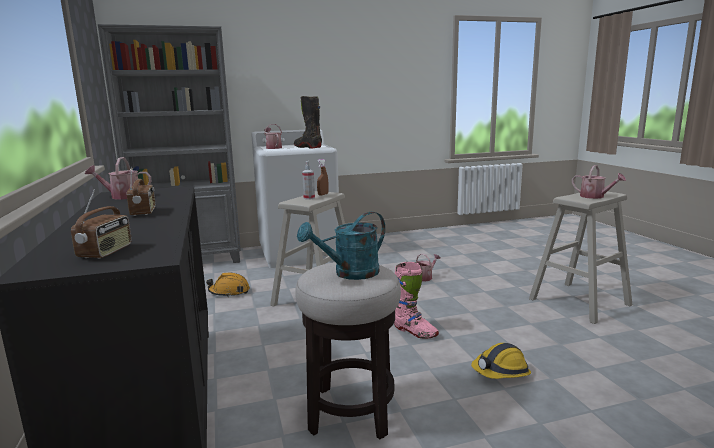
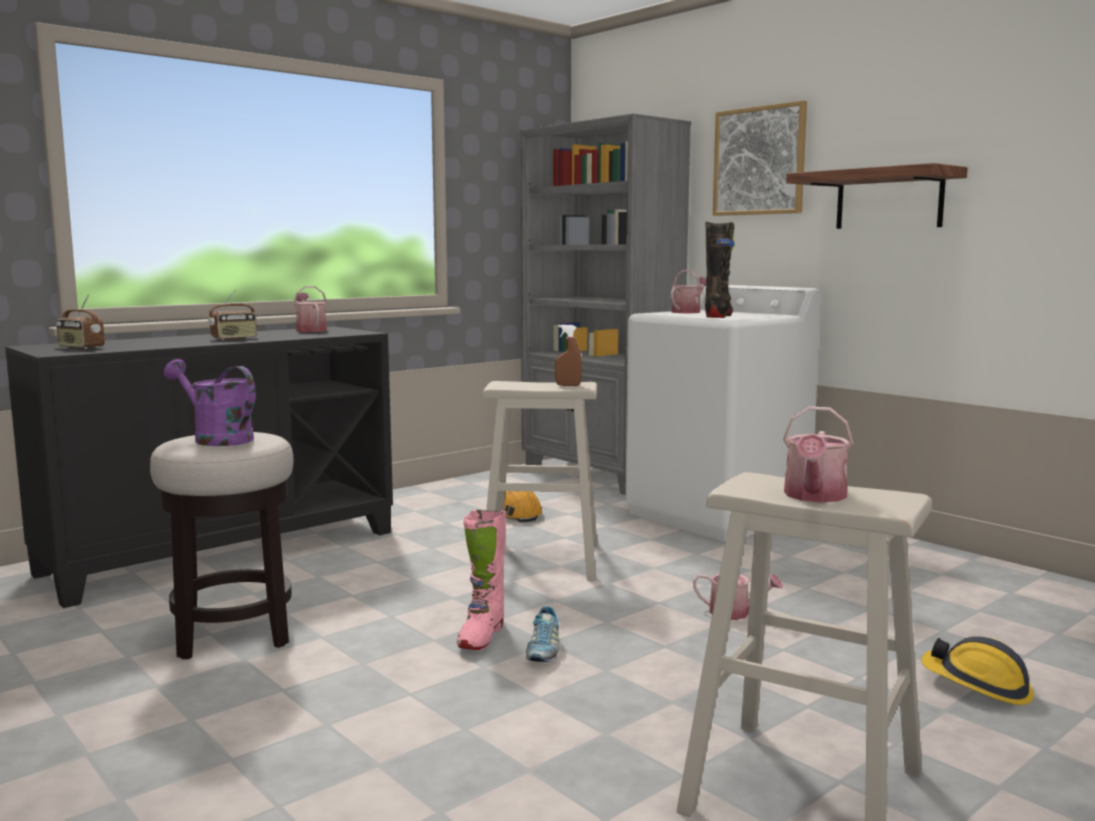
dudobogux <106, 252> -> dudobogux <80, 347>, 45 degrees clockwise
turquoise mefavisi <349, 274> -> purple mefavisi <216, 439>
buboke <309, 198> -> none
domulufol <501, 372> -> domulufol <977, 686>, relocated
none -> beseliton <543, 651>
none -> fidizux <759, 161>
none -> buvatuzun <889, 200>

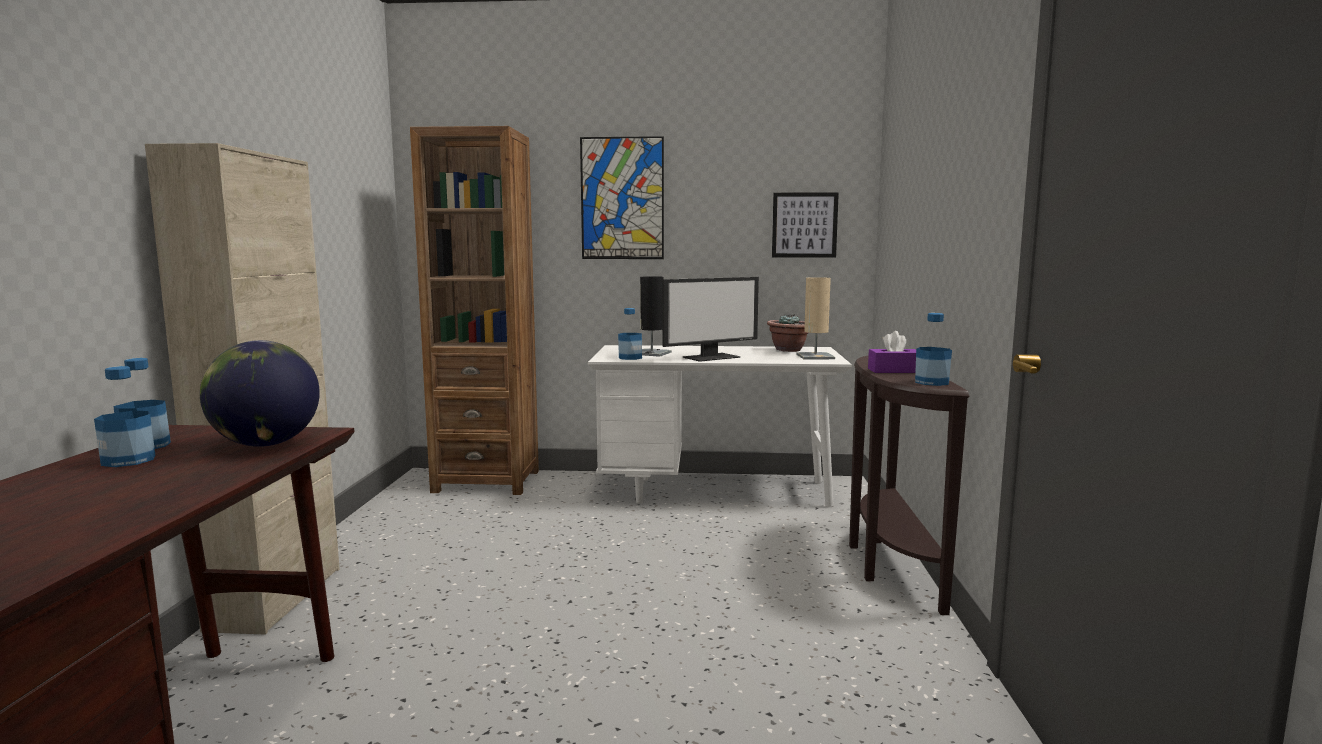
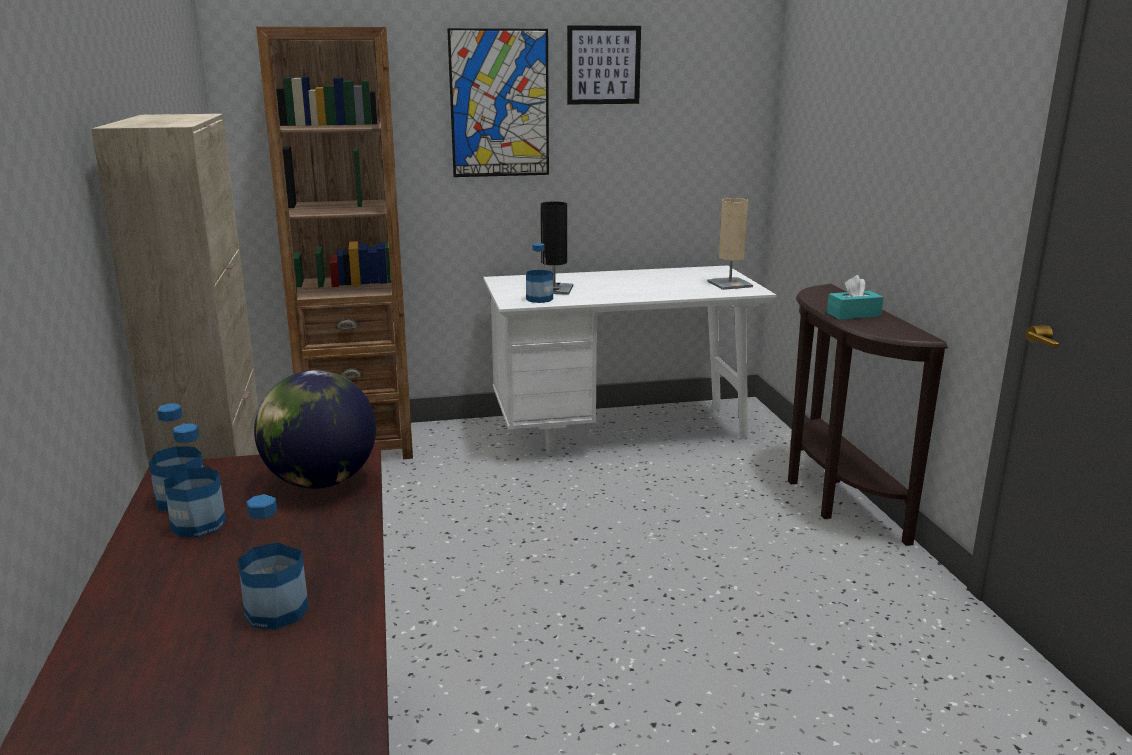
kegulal <711, 357> -> none
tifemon <789, 350> -> none
fidizux <804, 225> -> fidizux <603, 65>, relocated
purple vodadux <894, 370> -> turquoise vodadux <853, 314>
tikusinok <932, 382> -> tikusinok <276, 611>, relocated

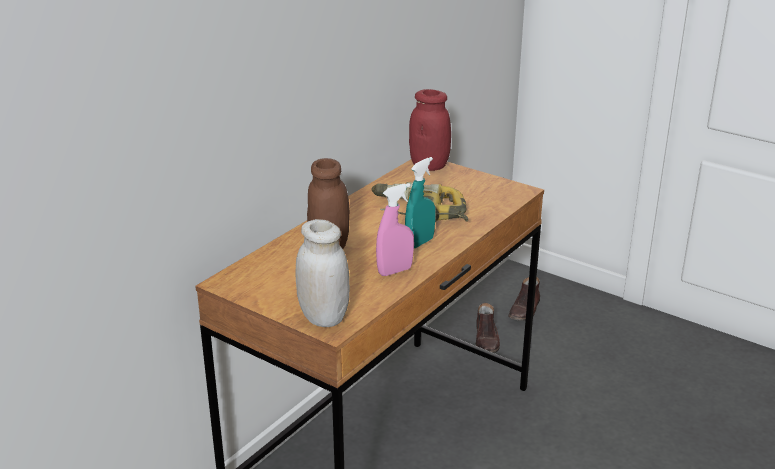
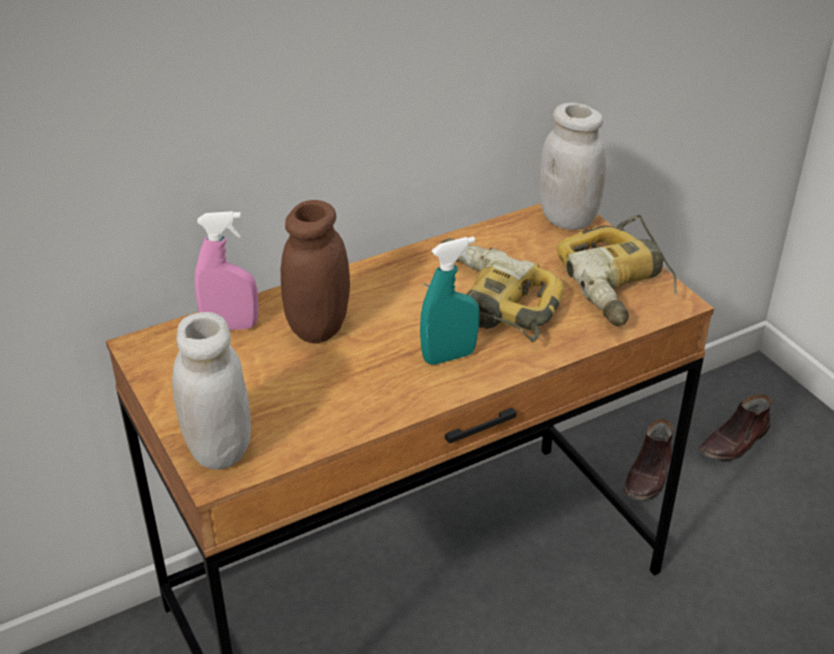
pink buboke <395, 271> -> pink buboke <231, 326>, relocated
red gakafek <429, 166> -> white gakafek <568, 219>
none -> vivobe <621, 283>

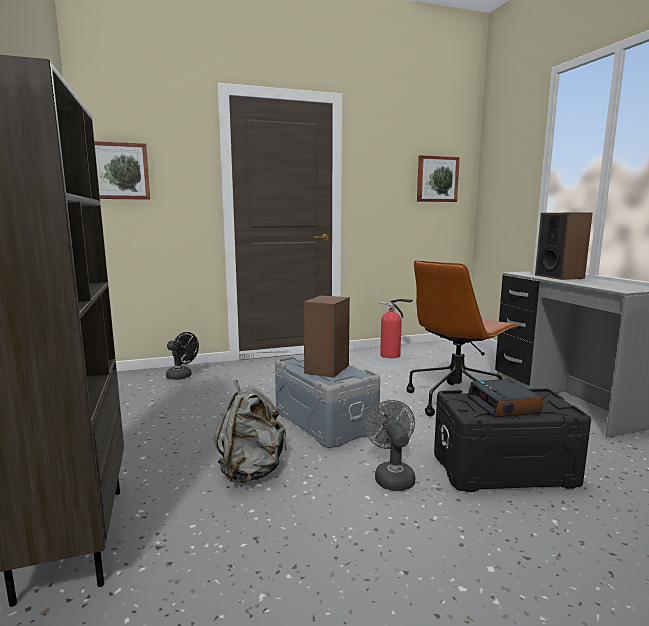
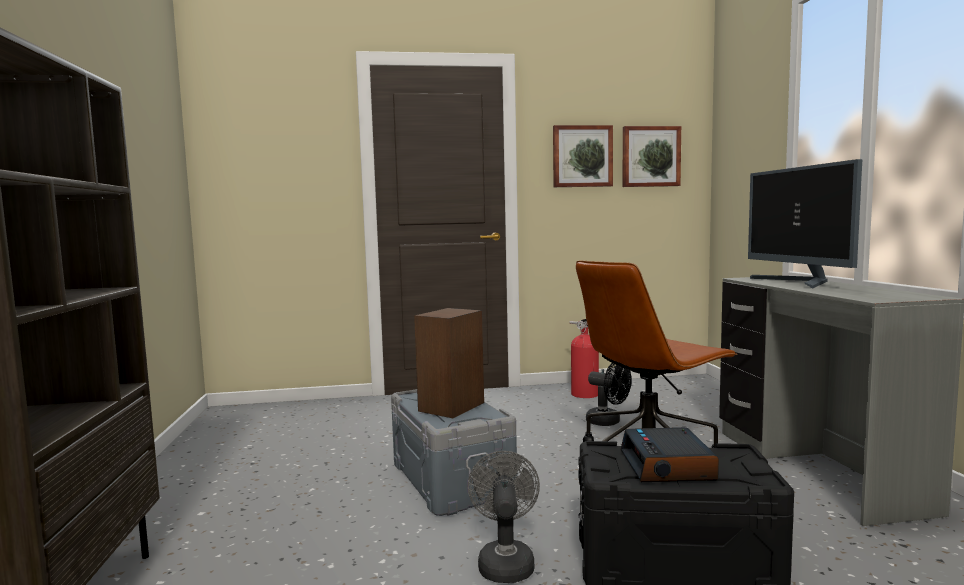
fidizux <119, 171> -> fidizux <582, 156>, relocated
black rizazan <182, 376> -> black rizazan <608, 422>, relocated
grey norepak <252, 471> -> none
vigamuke <559, 276> -> kegulal <799, 282>

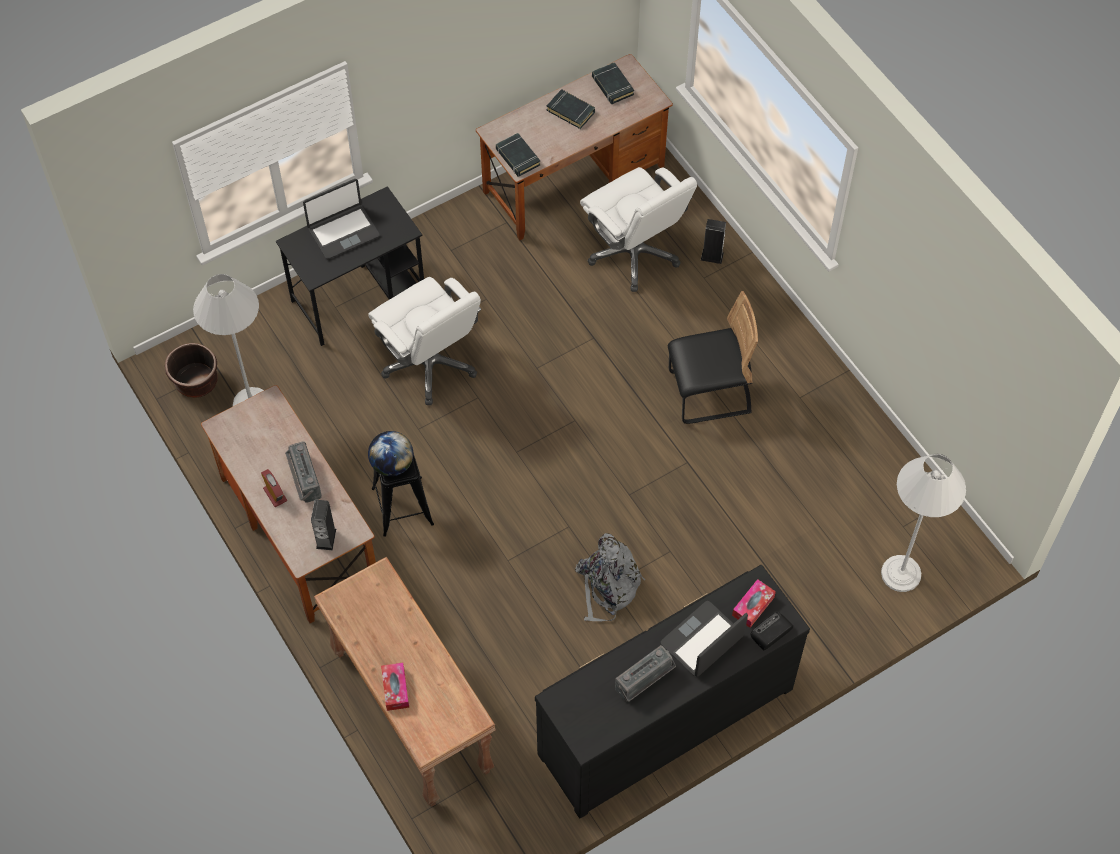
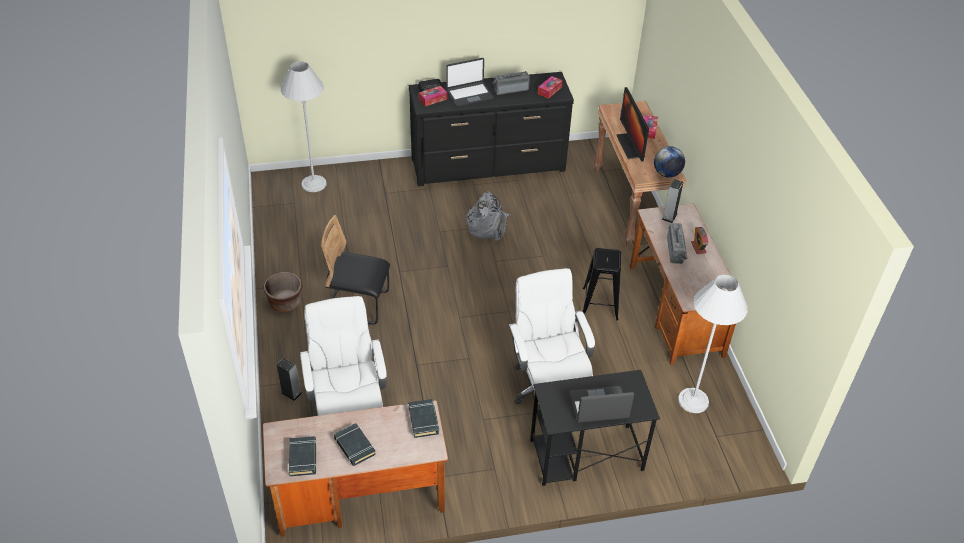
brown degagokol <196, 382> -> brown degagokol <285, 302>, relocated
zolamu <392, 464> -> zolamu <667, 174>, relocated
none -> vodadux <549, 90>
none -> kegulal <630, 146>

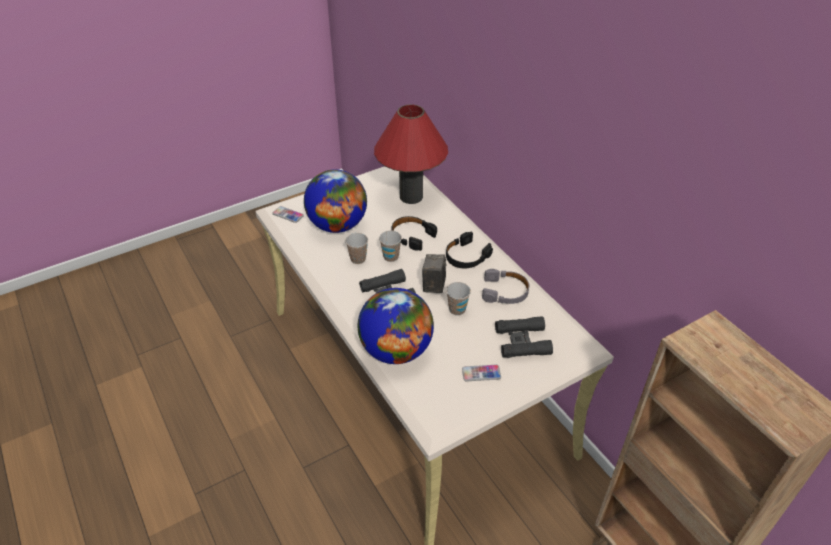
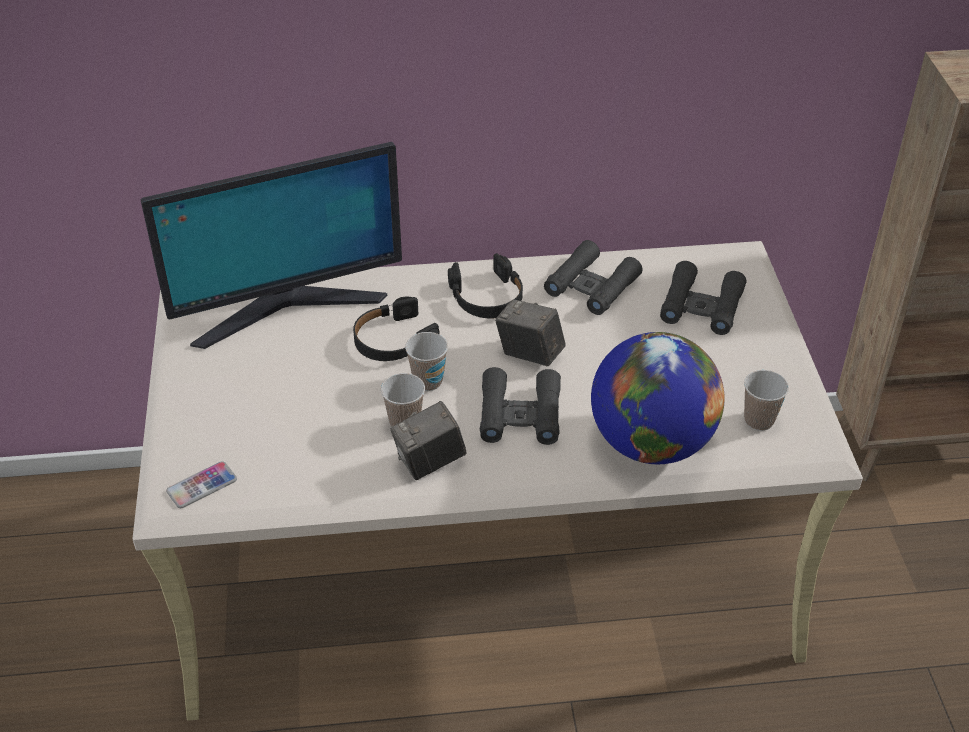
zolamu <337, 225> -> none
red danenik <411, 196> -> kegulal <286, 307>
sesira <457, 309> -> sesira <759, 420>, relocated
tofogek <481, 373> -> none
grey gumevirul <505, 292> -> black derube <592, 286>
none -> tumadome <430, 462>

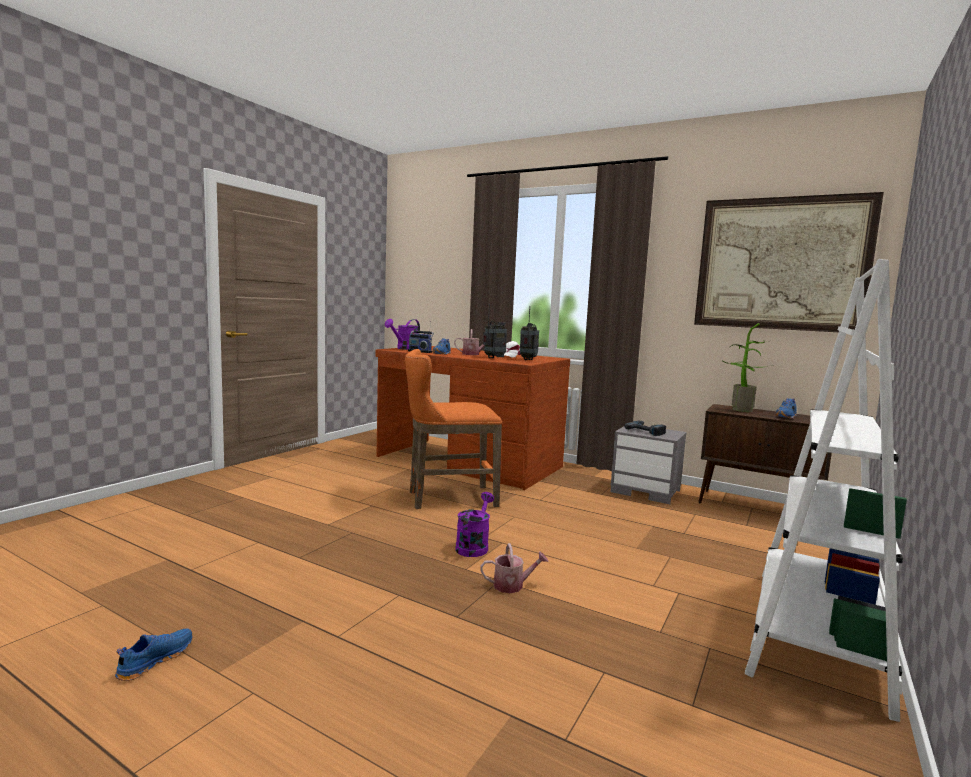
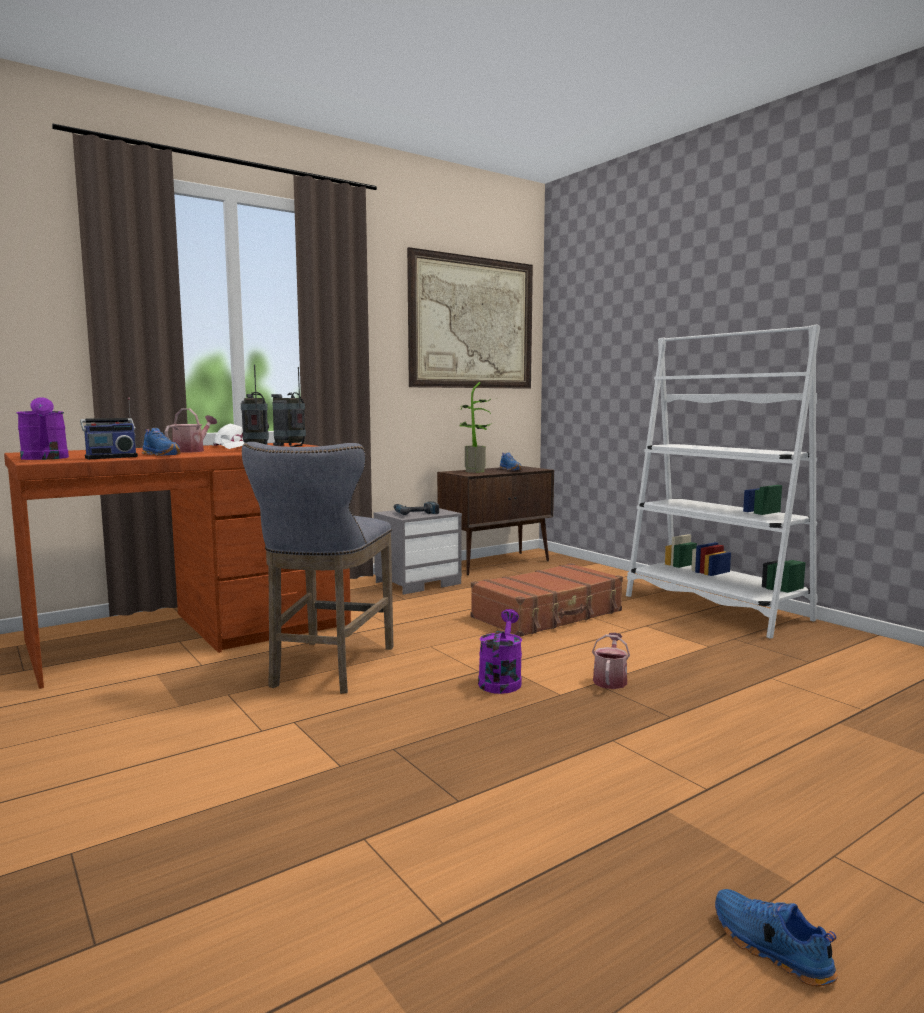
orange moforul <447, 498> -> grey moforul <328, 669>
purple mefavisi <473, 546> -> purple mefavisi <501, 680>, 60 degrees clockwise
none -> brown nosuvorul <548, 615>

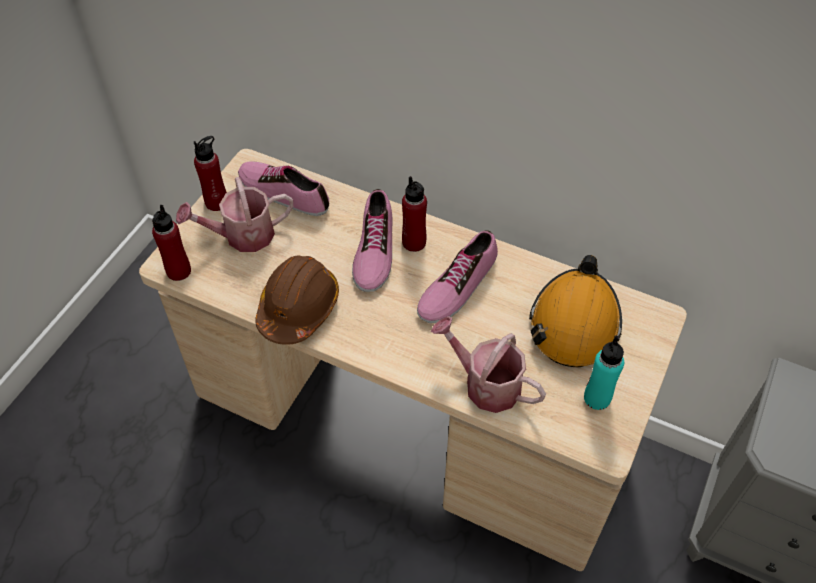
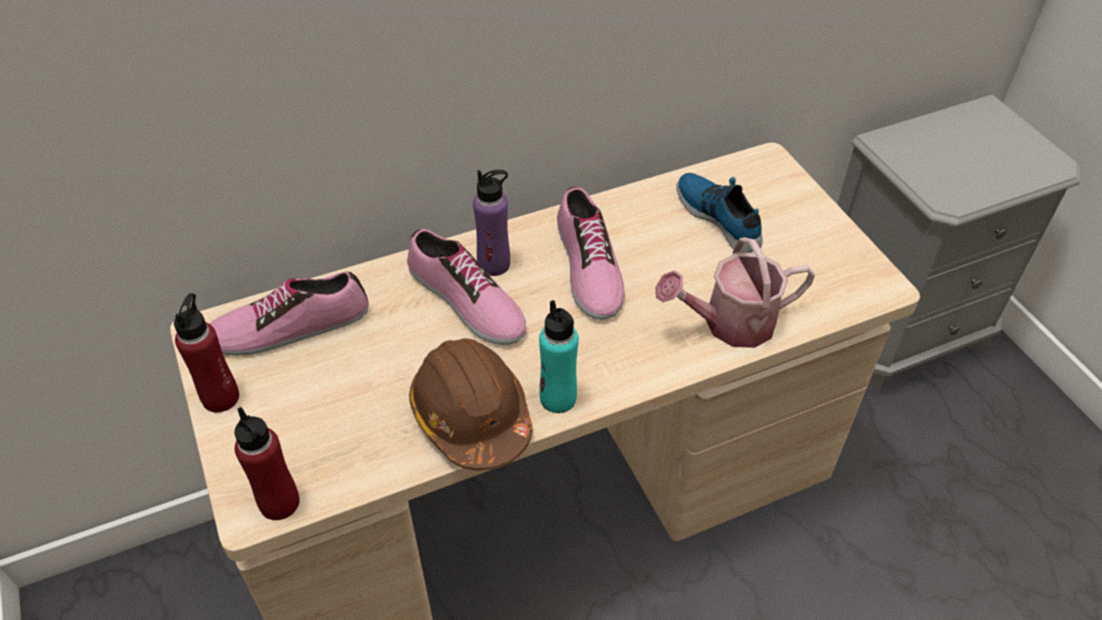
mefavisi <242, 236> -> none
red tikusinok <414, 242> -> purple tikusinok <494, 264>
orange domulufol <574, 323> -> beseliton <719, 217>
turquoise tikusinok <597, 398> -> turquoise tikusinok <558, 398>, relocated

